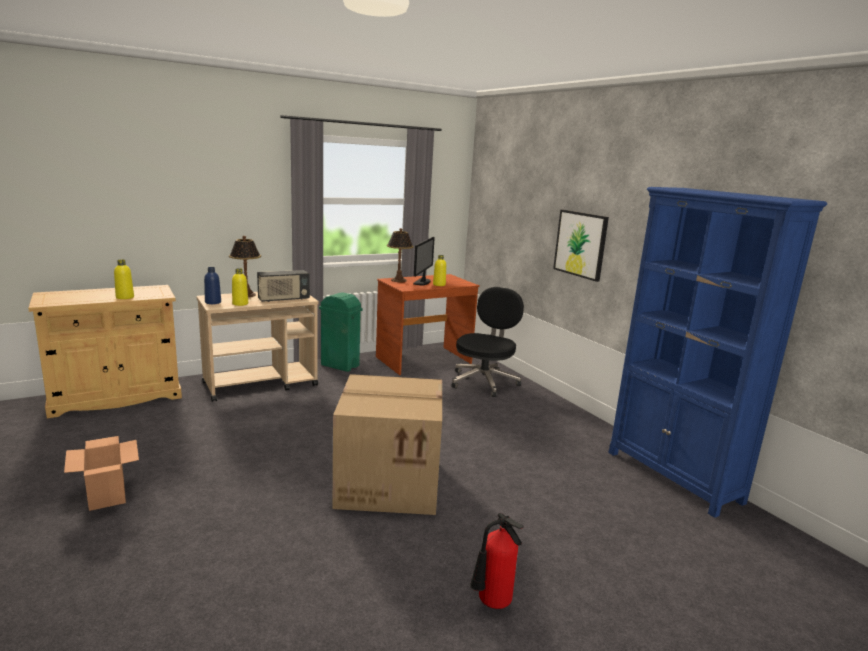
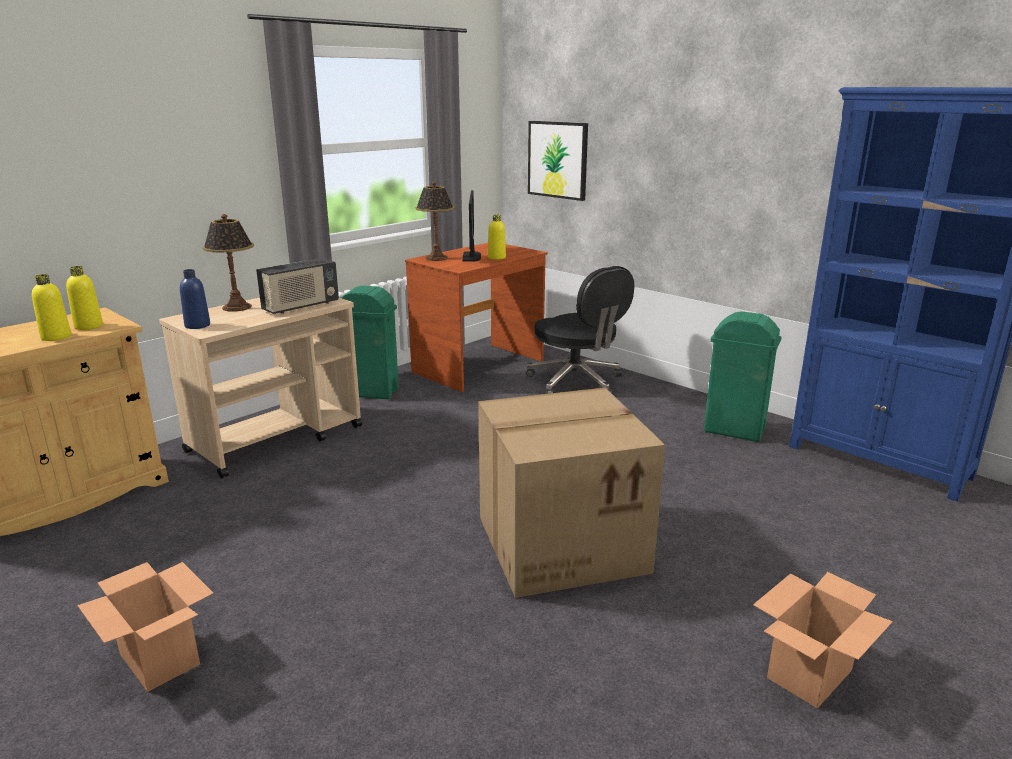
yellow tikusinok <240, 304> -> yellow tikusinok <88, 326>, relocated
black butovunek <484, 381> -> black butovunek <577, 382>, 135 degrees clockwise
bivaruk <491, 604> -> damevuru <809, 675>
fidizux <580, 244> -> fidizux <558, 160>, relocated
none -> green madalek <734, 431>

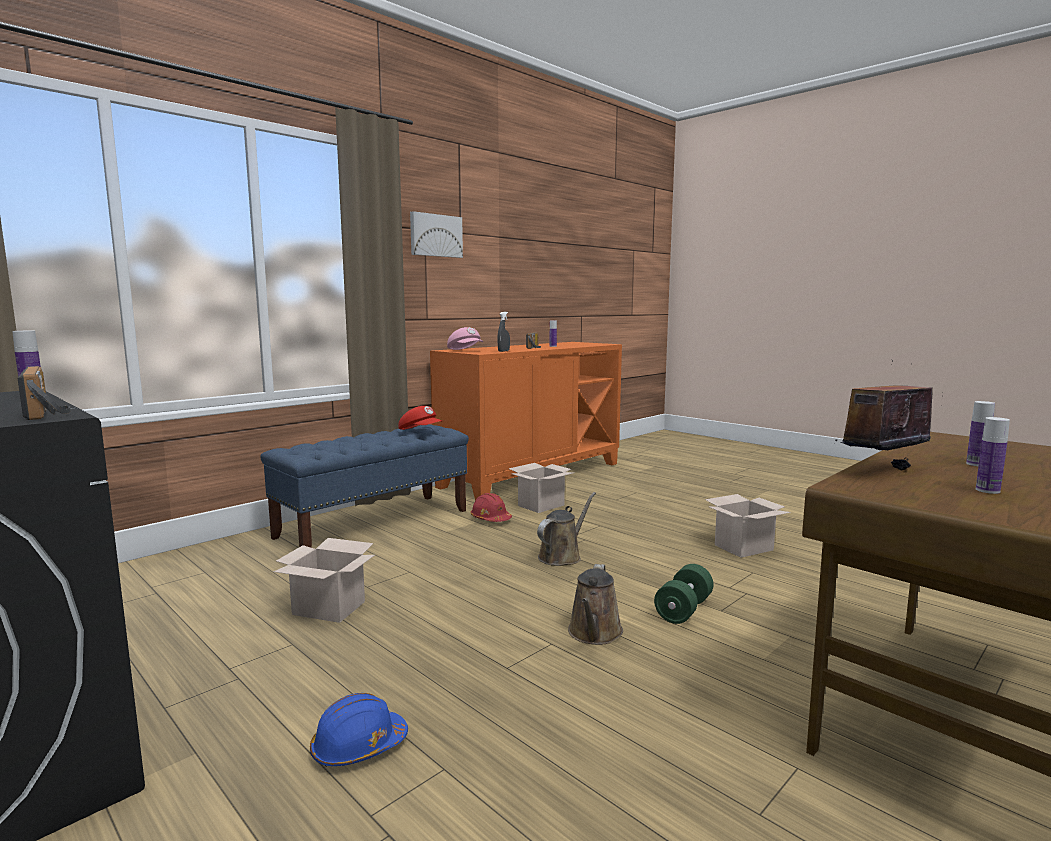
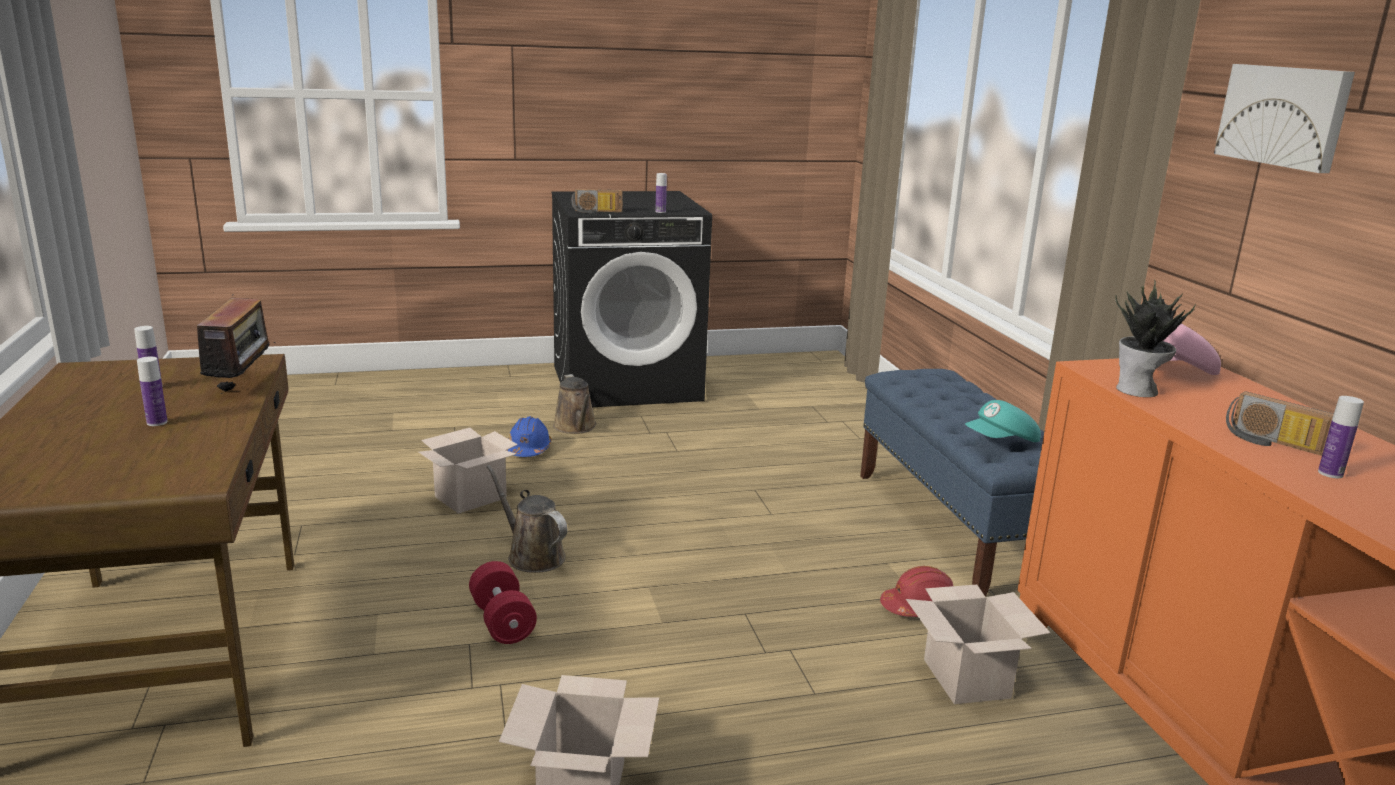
damevuru <327, 608> -> damevuru <471, 497>, relocated
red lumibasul <421, 431> -> turquoise lumibasul <1002, 442>
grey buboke <503, 351> -> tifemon <1138, 391>
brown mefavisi <562, 556> -> brown mefavisi <576, 427>, relocated
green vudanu <683, 610> -> red vudanu <502, 621>

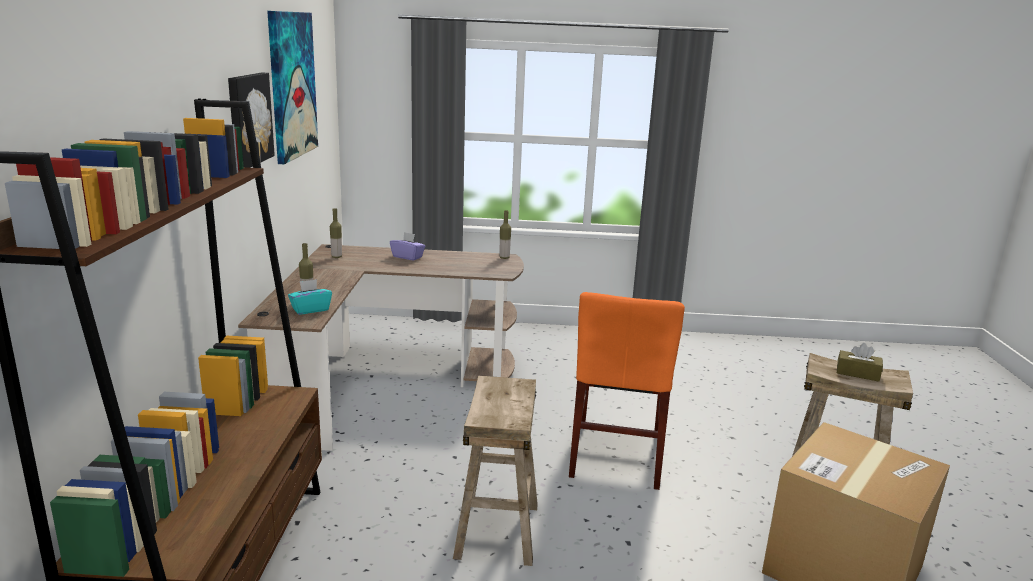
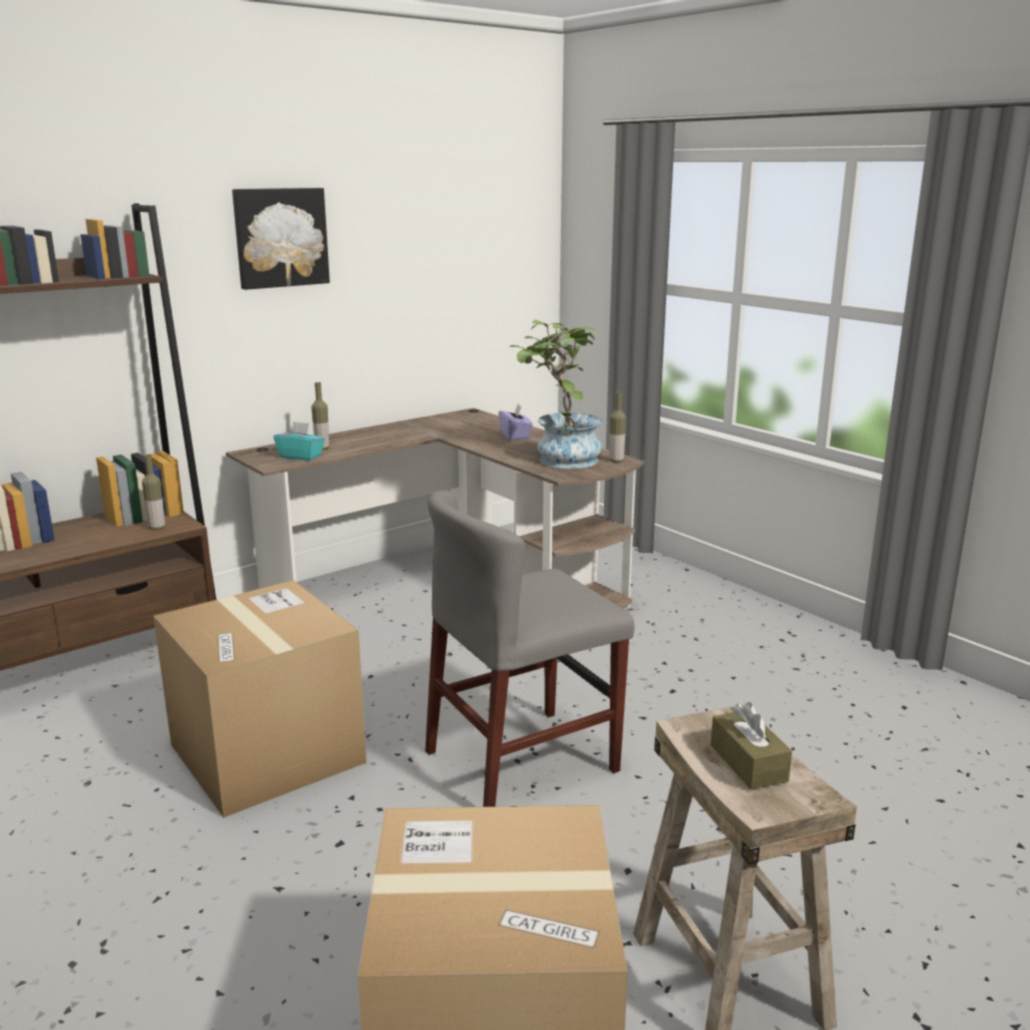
fidizux <292, 85> -> none
tikusinok <336, 257> -> tikusinok <157, 528>, relocated
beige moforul <496, 529> -> damevuru <267, 753>
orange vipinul <616, 455> -> grey vipinul <521, 761>
none -> tifemon <559, 459>

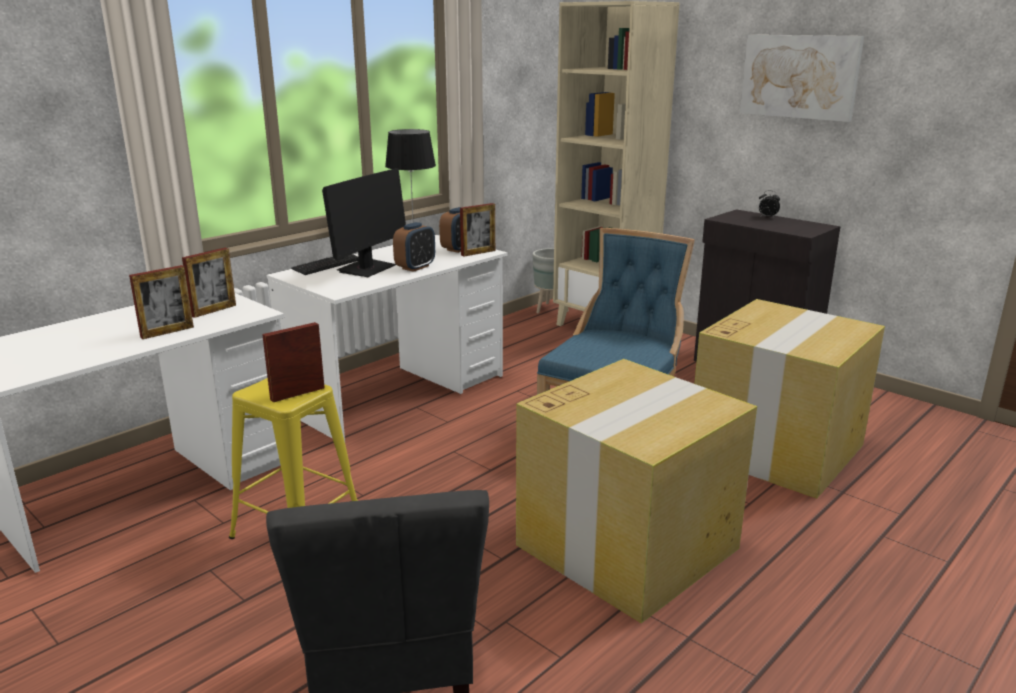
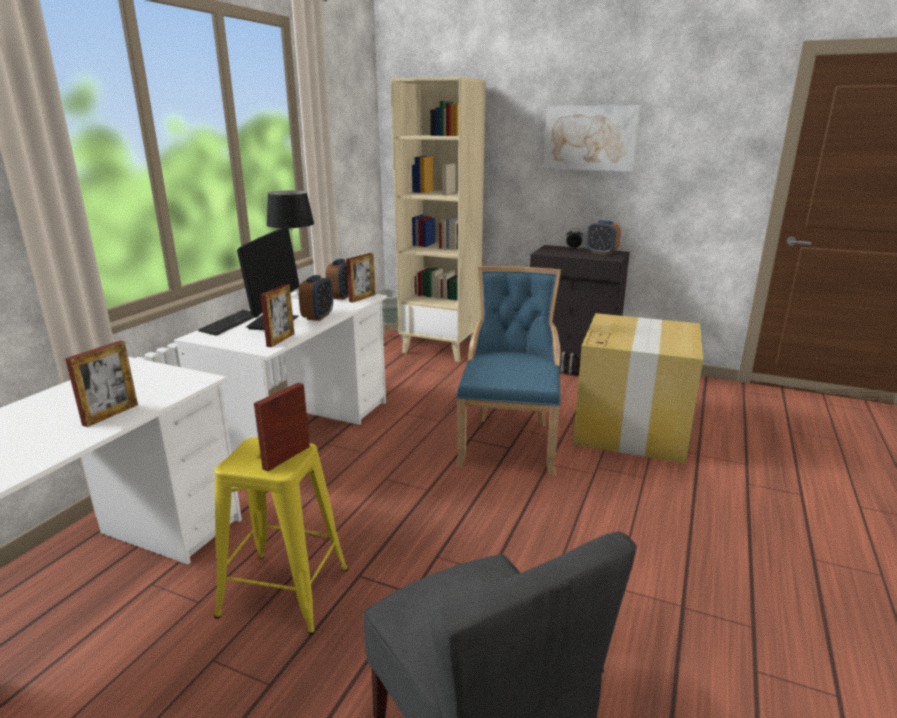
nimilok <213, 310> -> nimilok <280, 340>, relocated
damevuru <628, 545> -> none
none -> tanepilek <601, 252>

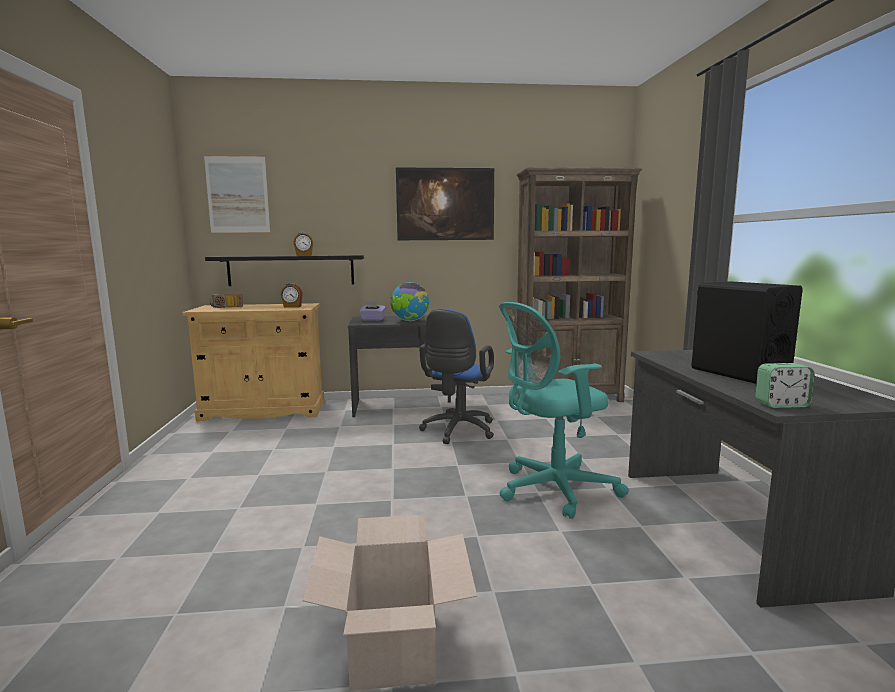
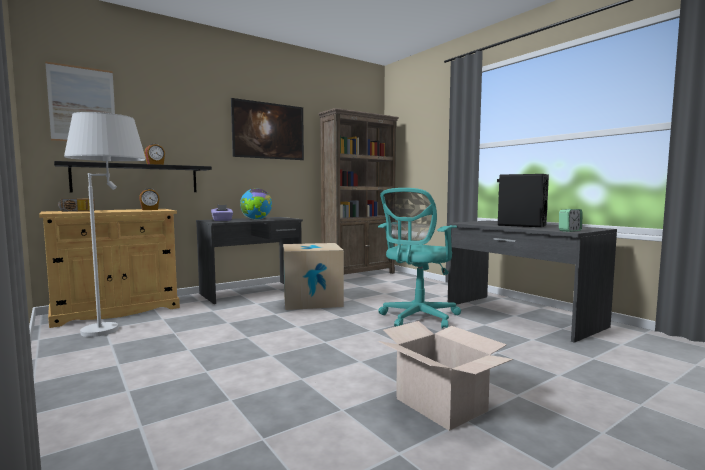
blue butovunek <457, 431> -> damevuru <312, 300>
none -> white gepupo <117, 331>

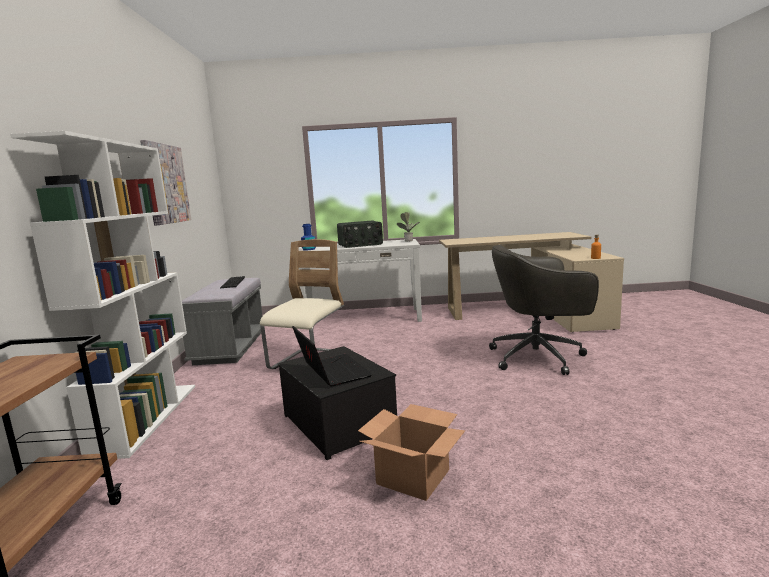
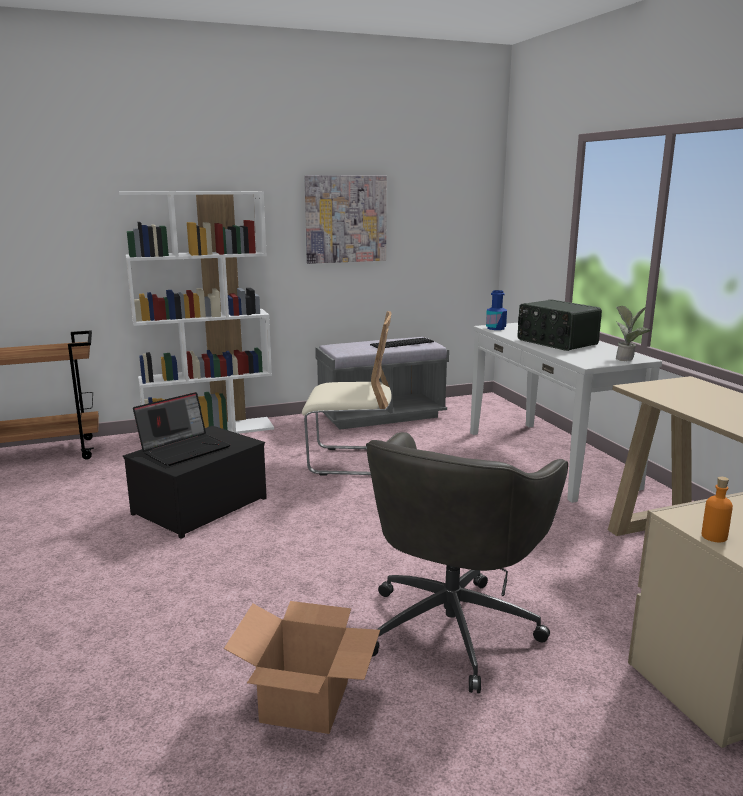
damevuru <412, 477> -> damevuru <304, 700>, relocated
grey butovunek <539, 357> -> grey butovunek <453, 625>, 135 degrees counterclockwise

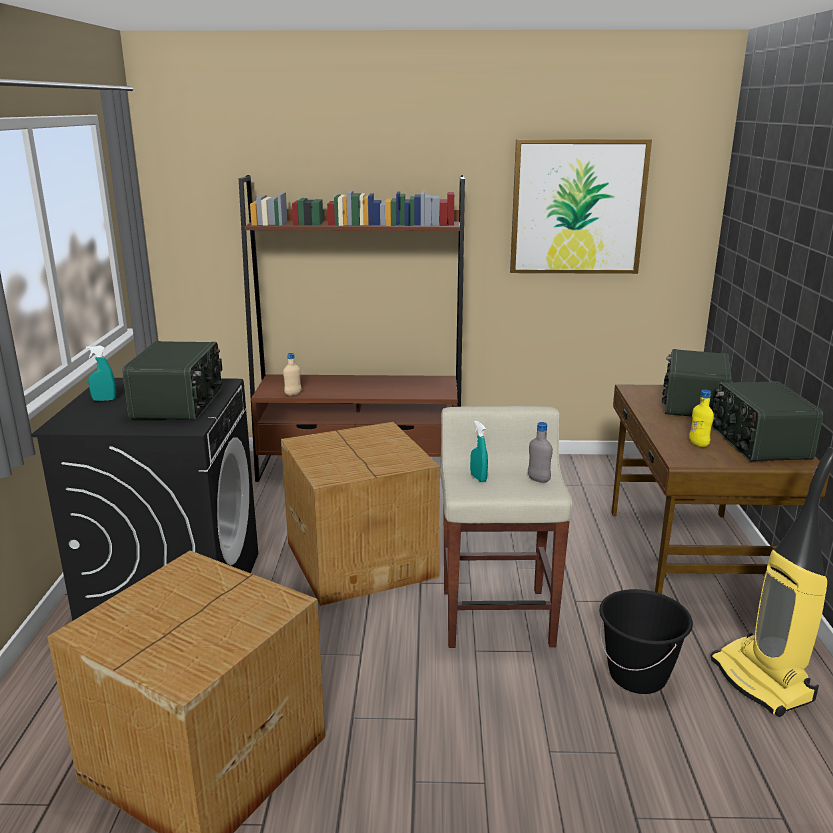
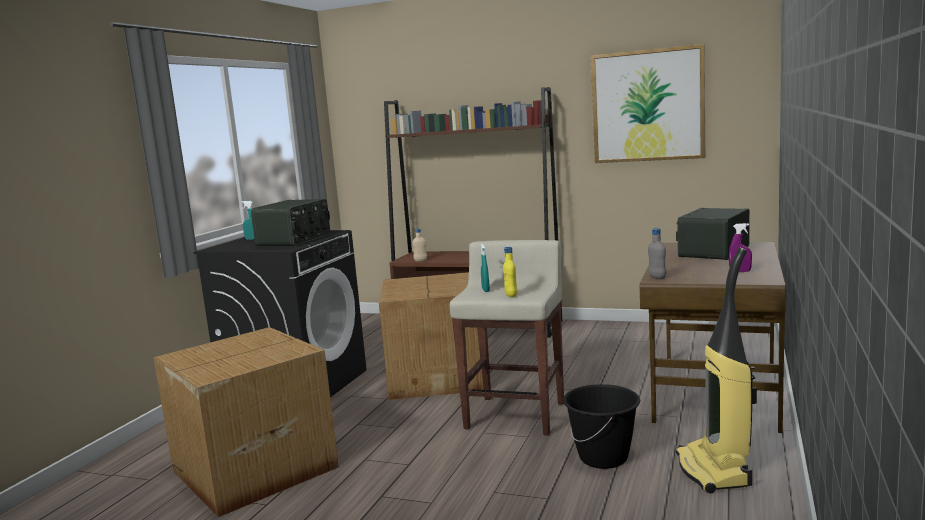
grey tikusinok <538, 480> -> grey tikusinok <657, 277>, relocated
yellow tikusinok <698, 444> -> yellow tikusinok <511, 295>, relocated
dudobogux <758, 443> -> purple buboke <740, 271>

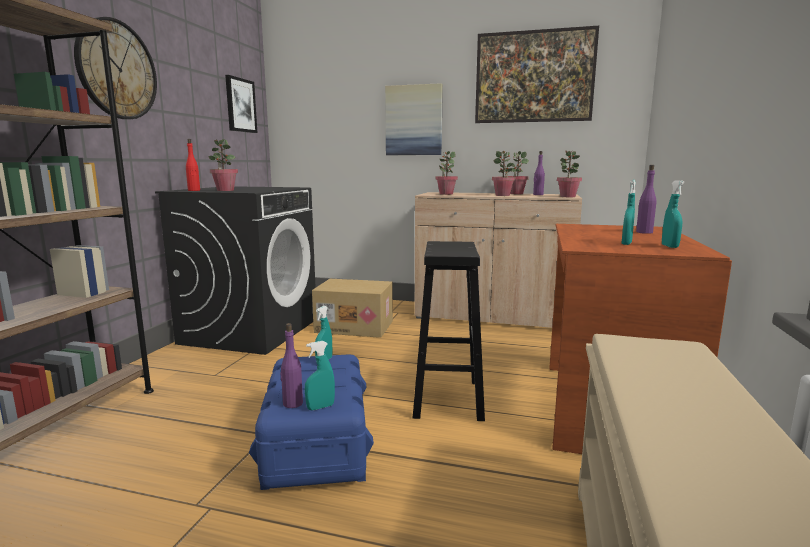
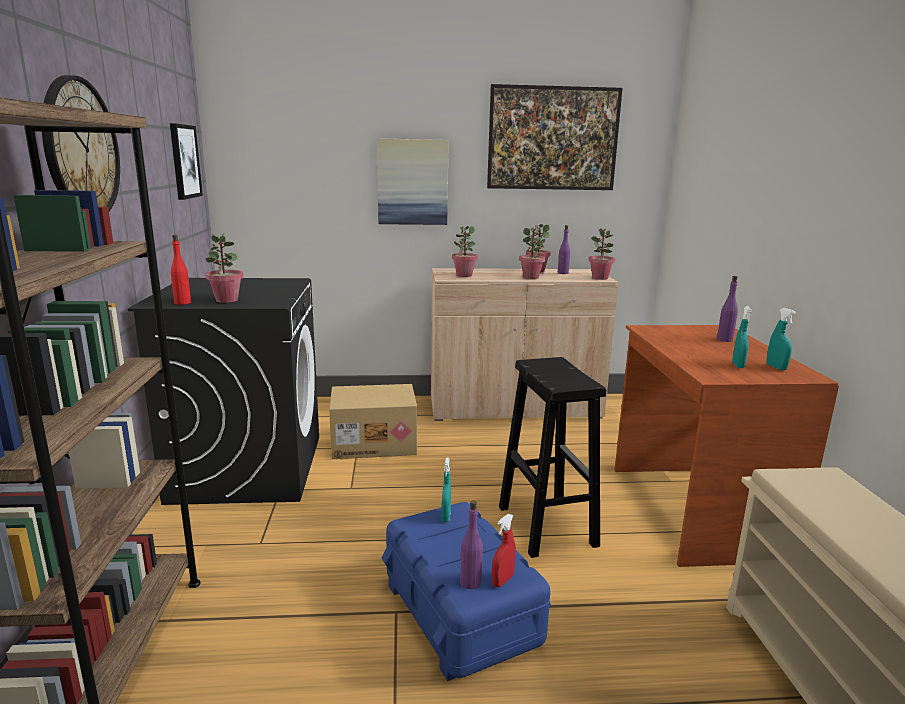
turquoise buboke <320, 407> -> red buboke <502, 581>

